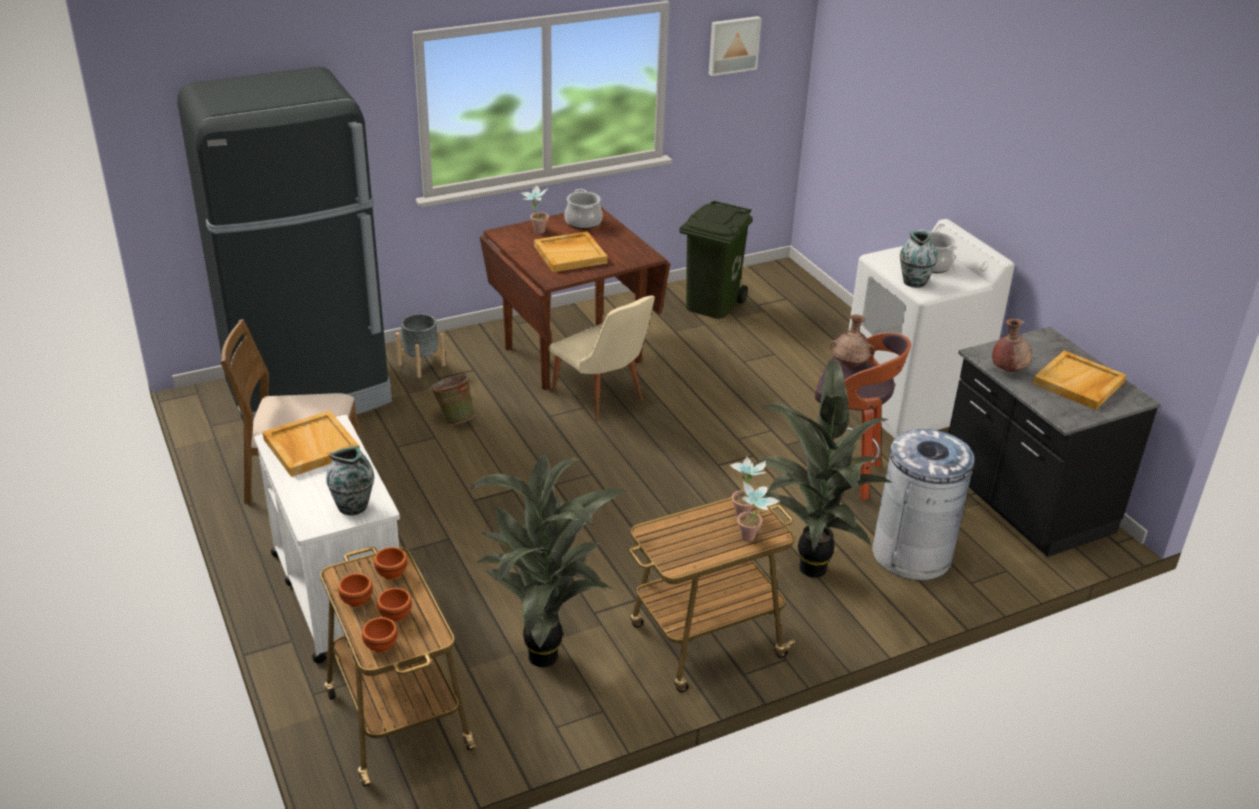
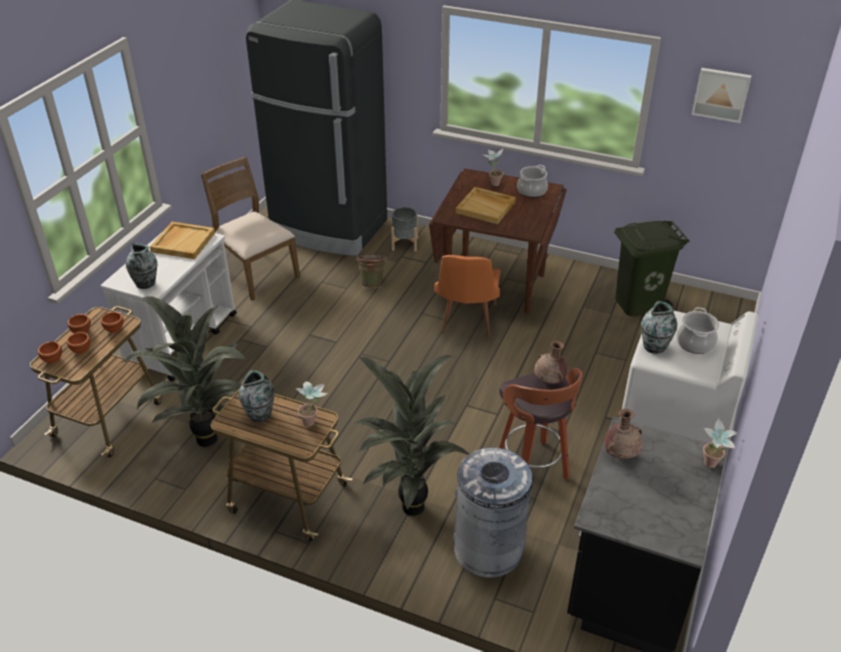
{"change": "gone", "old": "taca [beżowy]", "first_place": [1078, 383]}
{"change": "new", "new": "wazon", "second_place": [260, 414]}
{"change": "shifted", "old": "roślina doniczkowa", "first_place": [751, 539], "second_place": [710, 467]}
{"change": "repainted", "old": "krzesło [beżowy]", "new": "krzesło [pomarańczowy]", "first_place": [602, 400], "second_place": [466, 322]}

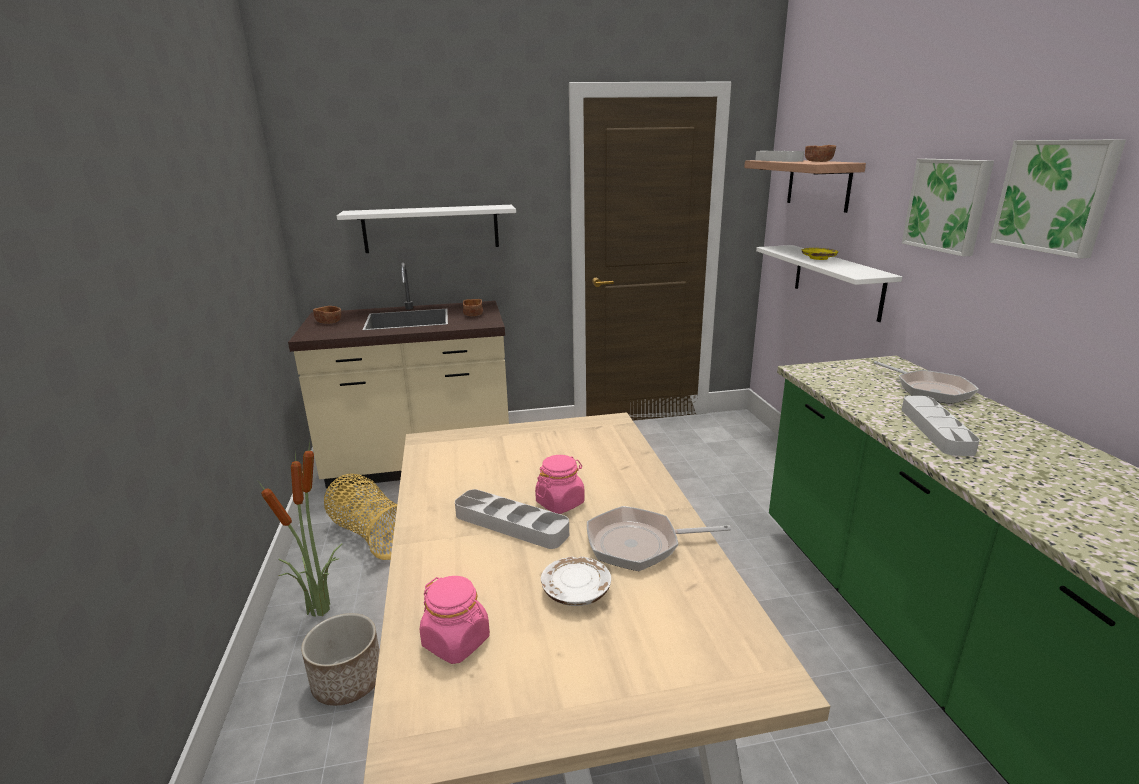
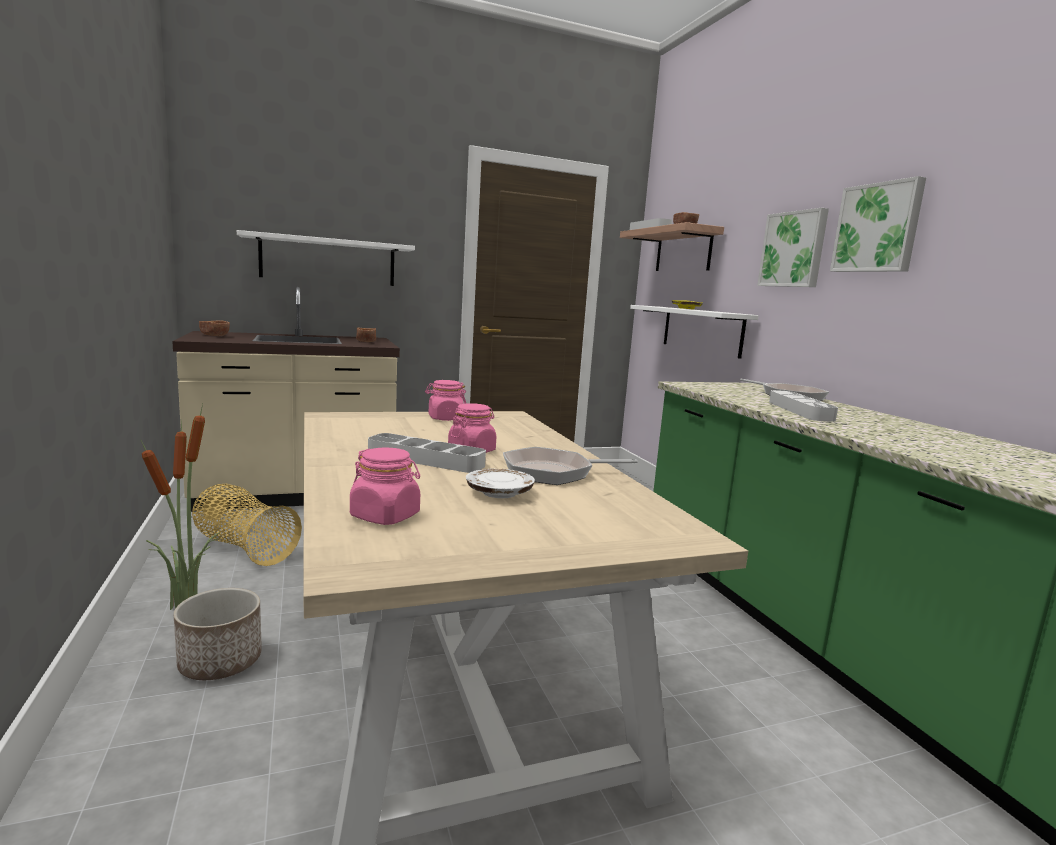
{"change": "new", "new": "słoik [różowy]", "second_place": [445, 418]}

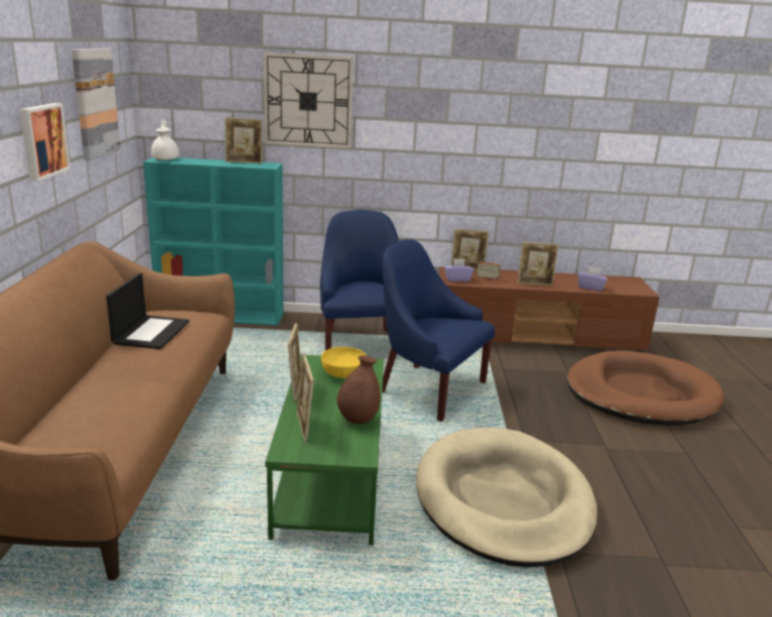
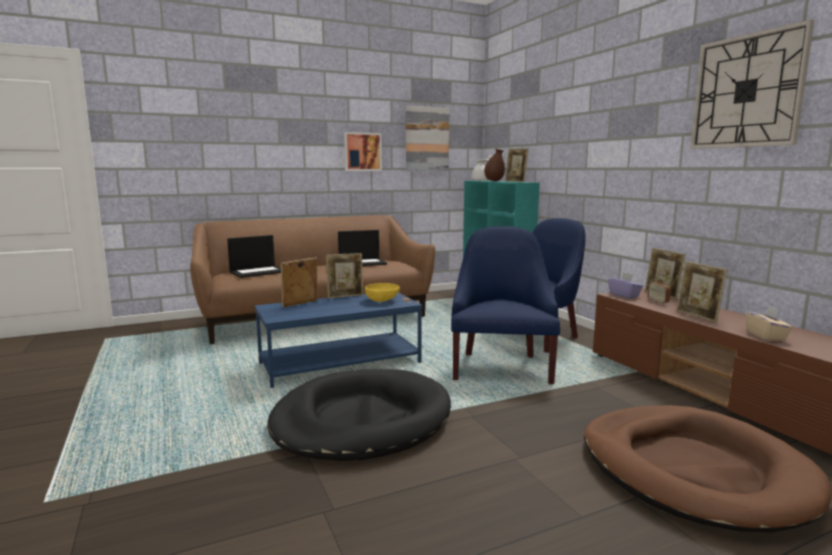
{"change": "new", "new": "laptop", "second_place": [258, 272]}
{"change": "shifted", "old": "zegar ścienny", "first_place": [308, 101], "second_place": [746, 91]}
{"change": "shifted", "old": "wazon [brązowy]", "first_place": [358, 419], "second_place": [494, 181]}
{"change": "repainted", "old": "ława [zielony]", "new": "ława [niebieski]", "first_place": [330, 473], "second_place": [340, 363]}
{"change": "repainted", "old": "legowisko [beżowy]", "new": "legowisko [czarny]", "first_place": [503, 500], "second_place": [361, 420]}
{"change": "repainted", "old": "pudełko chusteczek [fioletowy]", "new": "pudełko chusteczek [beżowy]", "first_place": [591, 287], "second_place": [766, 336]}

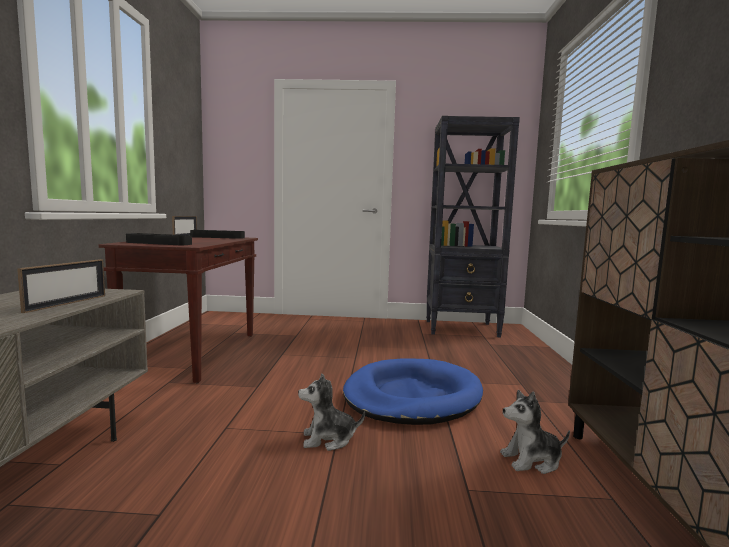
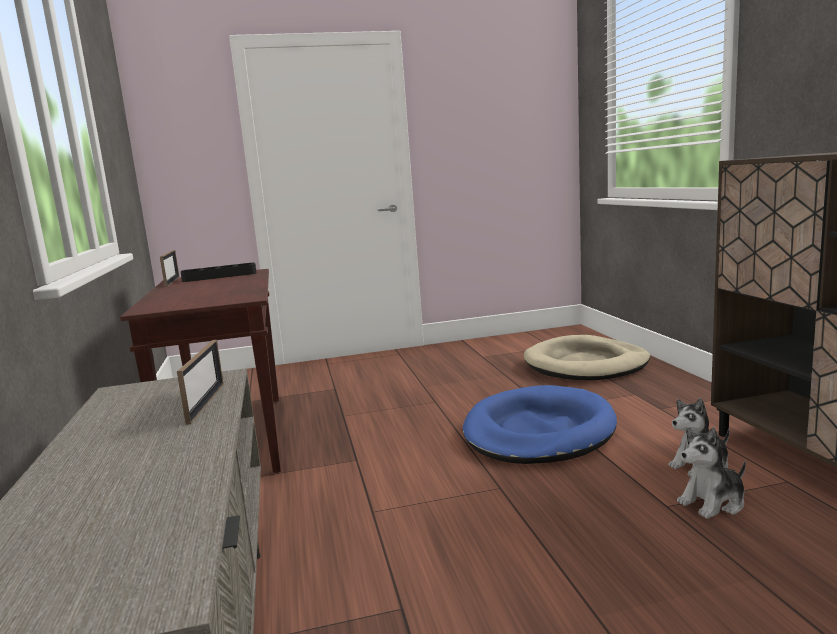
{"change": "gone", "old": "taca [czarny]", "first_place": [159, 243]}
{"change": "gone", "old": "regał [czarny]", "first_place": [462, 329]}
{"change": "new", "new": "legowisko [beżowy]", "second_place": [586, 364]}
{"change": "shifted", "old": "pluszak", "first_place": [328, 439], "second_place": [713, 503]}

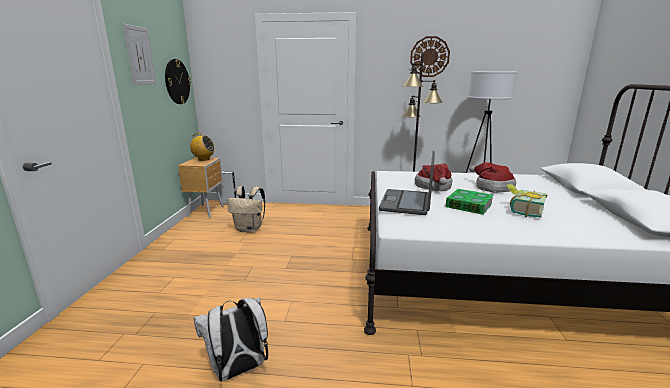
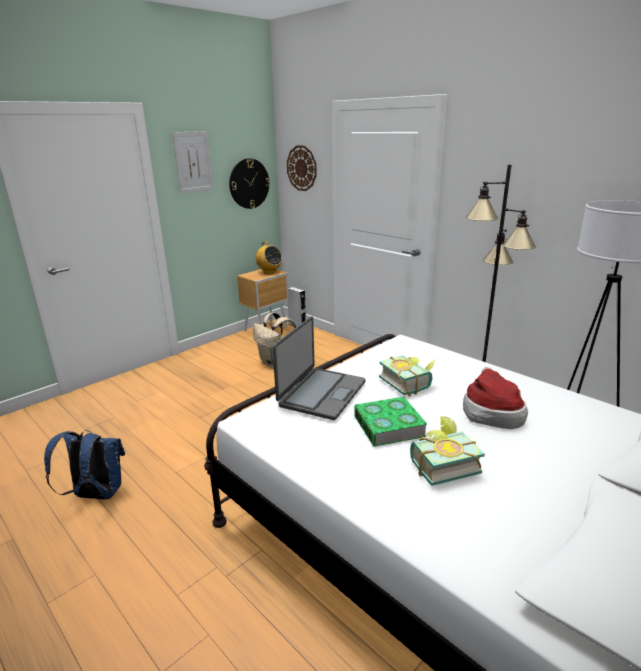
{"change": "shifted", "old": "zegar ścienny", "first_place": [429, 57], "second_place": [301, 168]}
{"change": "swapped", "old": "kapelusz", "new": "książka", "first_place": [434, 187], "second_place": [408, 383]}
{"change": "repainted", "old": "plecak [biały]", "new": "plecak [niebieski]", "first_place": [238, 370], "second_place": [96, 495]}
{"change": "rotated", "old": "laptop", "first_place": [407, 203], "second_place": [321, 393], "degrees": 150}

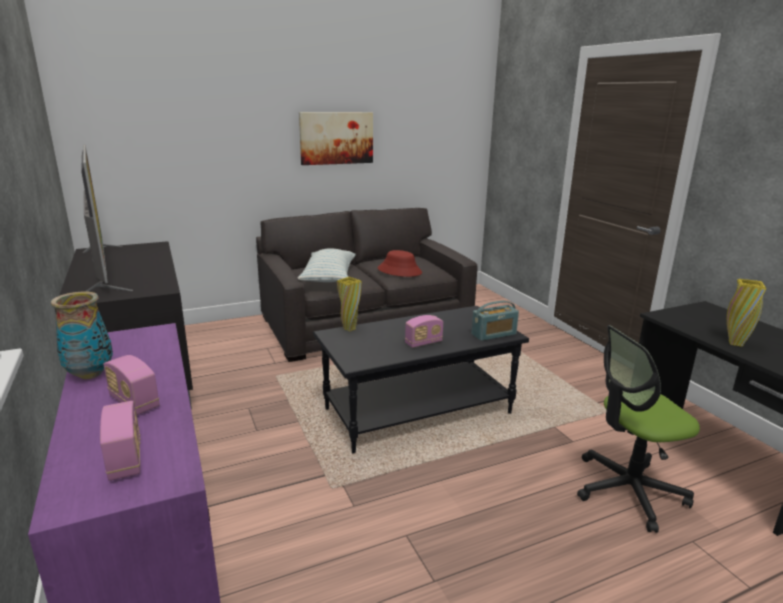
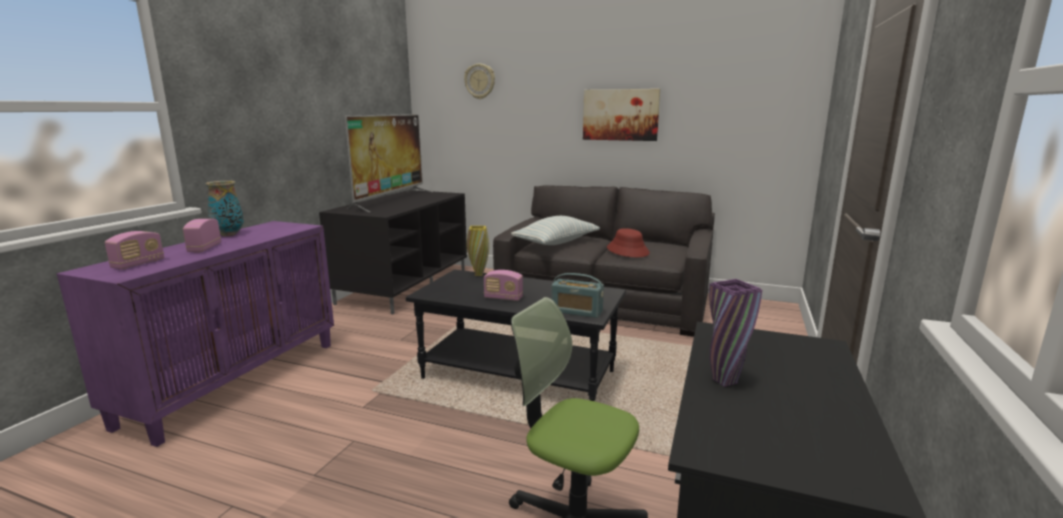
{"change": "new", "new": "zegar ścienny", "second_place": [480, 81]}
{"change": "repainted", "old": "wazon [żółty]", "new": "wazon [fioletowy]", "first_place": [735, 343], "second_place": [724, 381]}

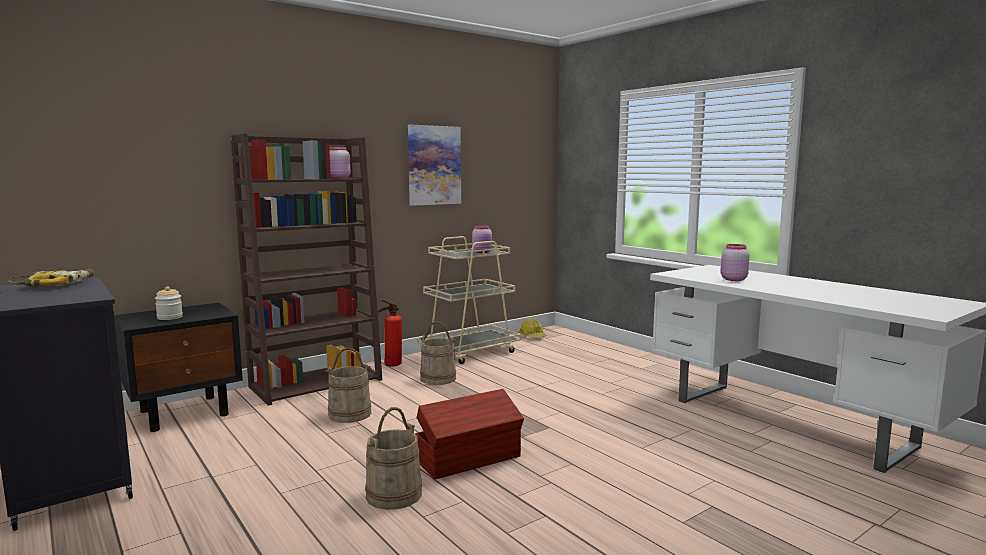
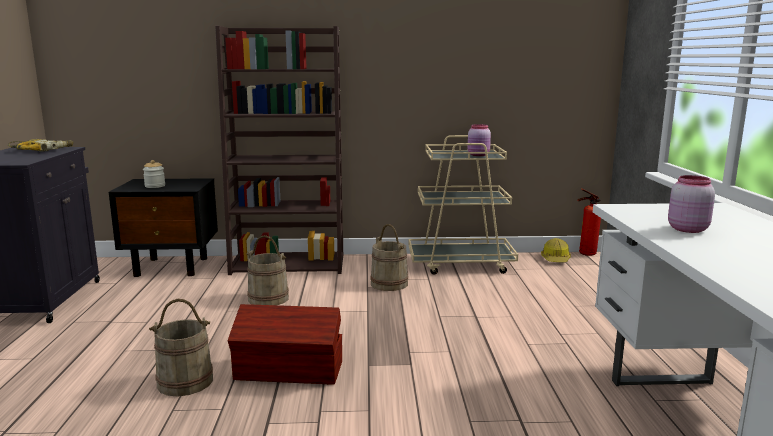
{"change": "gone", "old": "słoik [różowy]", "first_place": [338, 178]}
{"change": "gone", "old": "obraz", "first_place": [434, 165]}
{"change": "shifted", "old": "gaśnica", "first_place": [390, 365], "second_place": [584, 254]}

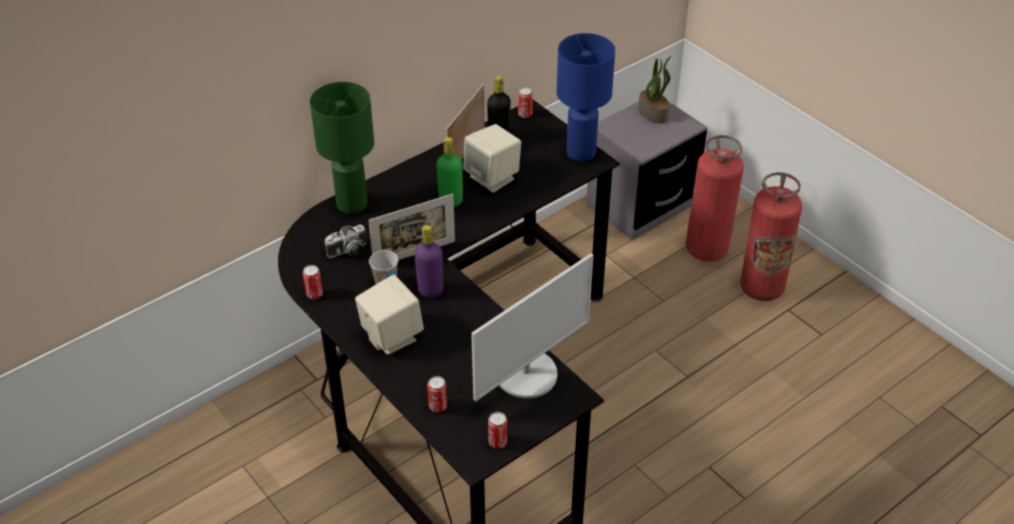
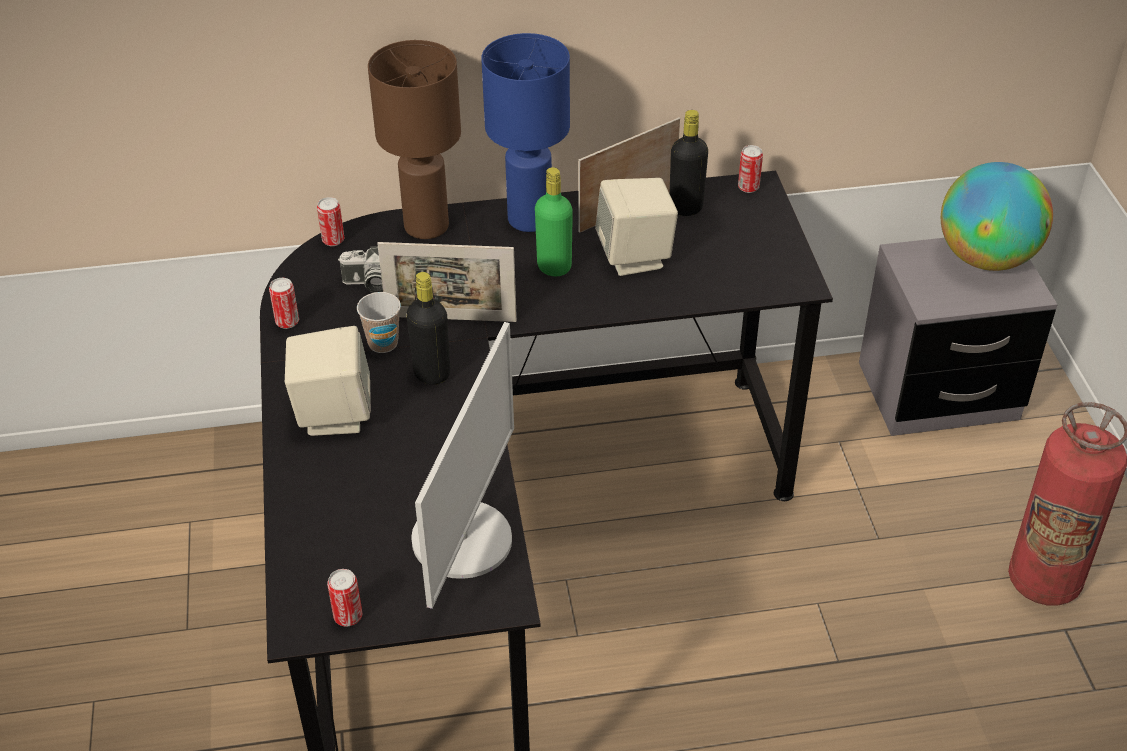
{"change": "gone", "old": "gaśnica", "first_place": [706, 249]}
{"change": "shifted", "old": "puszka", "first_place": [438, 406], "second_place": [333, 240]}
{"change": "shifted", "old": "lampa stołowa [niebieski]", "first_place": [580, 153], "second_place": [528, 220]}
{"change": "swapped", "old": "roślina doniczkowa", "new": "globus", "first_place": [653, 113], "second_place": [986, 258]}
{"change": "repainted", "old": "lampa stołowa [zielony]", "new": "lampa stołowa [brązowy]", "first_place": [352, 205], "second_place": [426, 227]}
{"change": "repainted", "old": "butelka [fioletowy]", "new": "butelka [czarny]", "first_place": [430, 290], "second_place": [432, 373]}
{"change": "rotated", "old": "monitor", "first_place": [527, 374], "second_place": [463, 540], "degrees": -60}

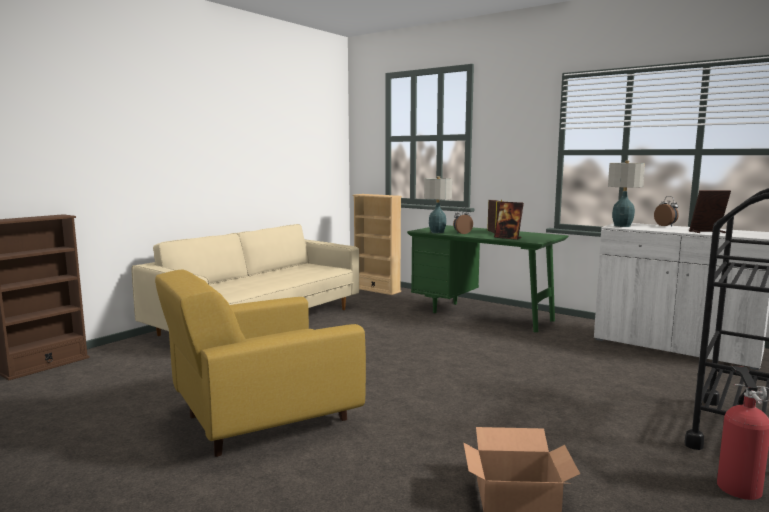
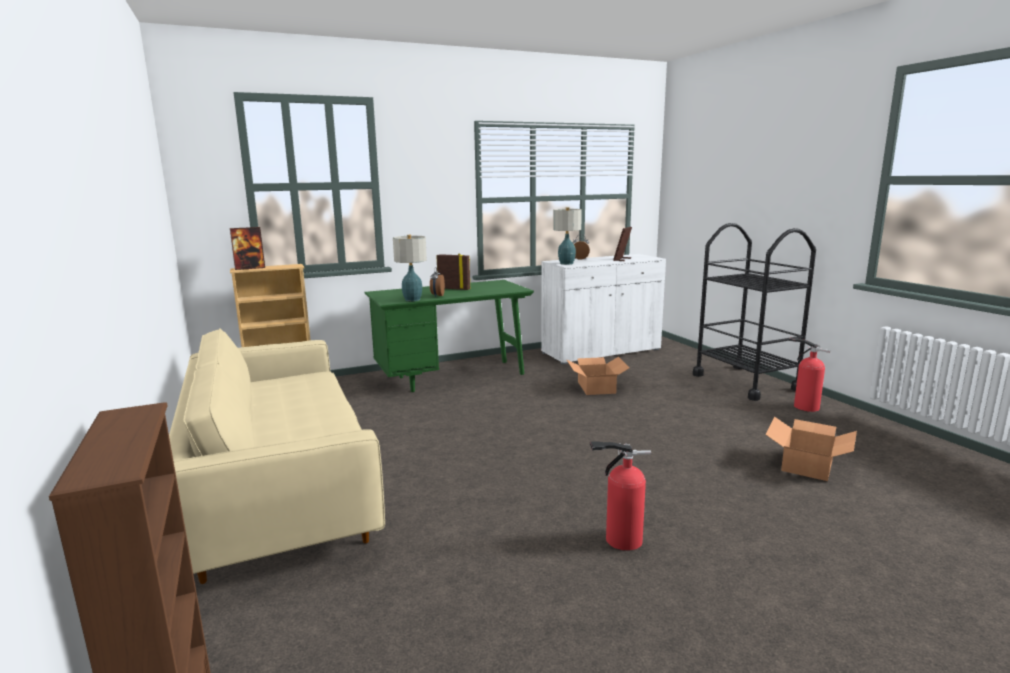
{"change": "new", "new": "karton", "second_place": [596, 387]}
{"change": "shifted", "old": "ramka na zdjęcie", "first_place": [508, 238], "second_place": [250, 268]}
{"change": "swapped", "old": "fotel [żółty]", "new": "gaśnica", "first_place": [262, 419], "second_place": [619, 540]}

